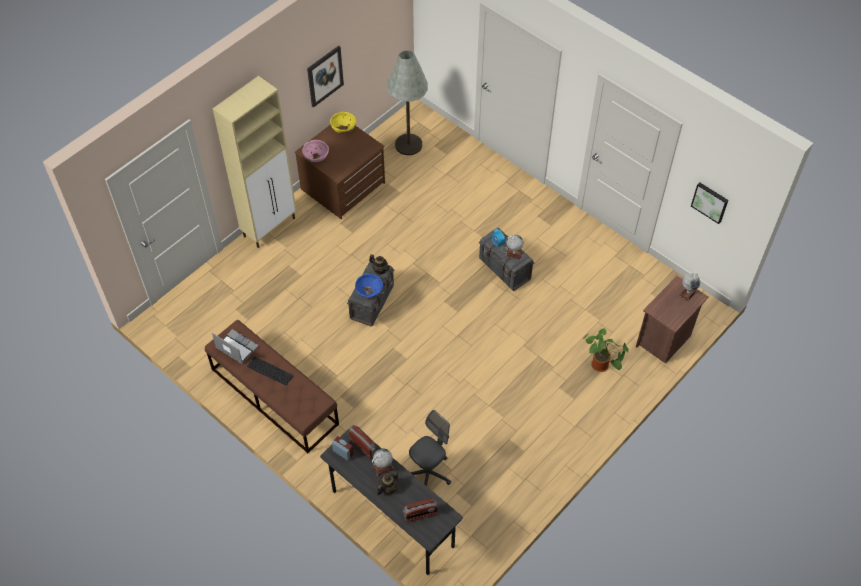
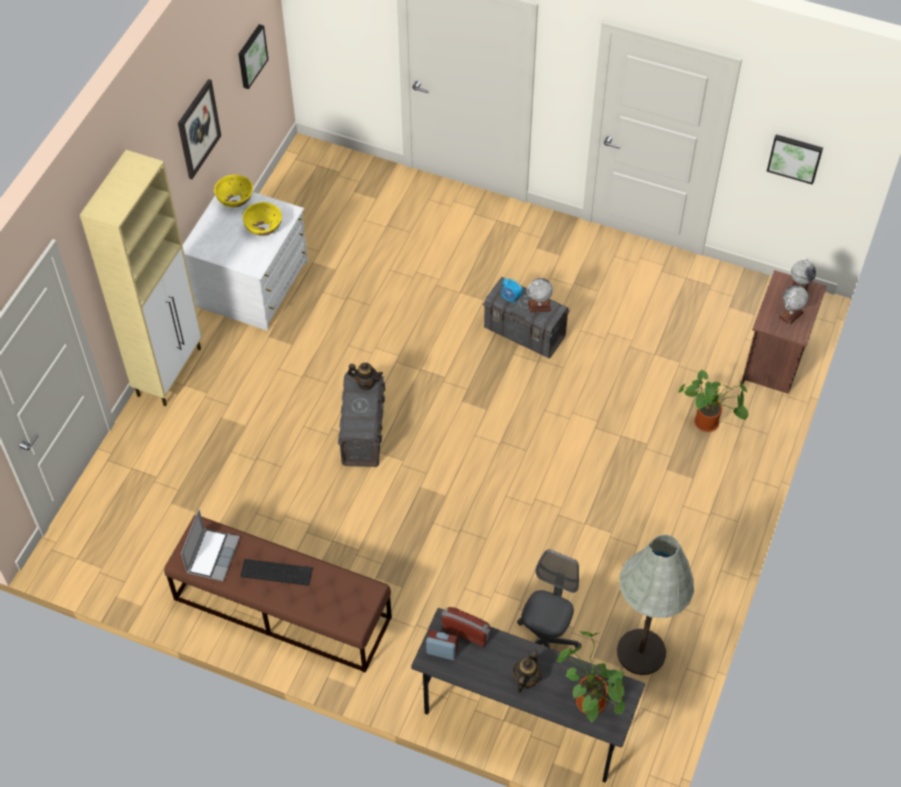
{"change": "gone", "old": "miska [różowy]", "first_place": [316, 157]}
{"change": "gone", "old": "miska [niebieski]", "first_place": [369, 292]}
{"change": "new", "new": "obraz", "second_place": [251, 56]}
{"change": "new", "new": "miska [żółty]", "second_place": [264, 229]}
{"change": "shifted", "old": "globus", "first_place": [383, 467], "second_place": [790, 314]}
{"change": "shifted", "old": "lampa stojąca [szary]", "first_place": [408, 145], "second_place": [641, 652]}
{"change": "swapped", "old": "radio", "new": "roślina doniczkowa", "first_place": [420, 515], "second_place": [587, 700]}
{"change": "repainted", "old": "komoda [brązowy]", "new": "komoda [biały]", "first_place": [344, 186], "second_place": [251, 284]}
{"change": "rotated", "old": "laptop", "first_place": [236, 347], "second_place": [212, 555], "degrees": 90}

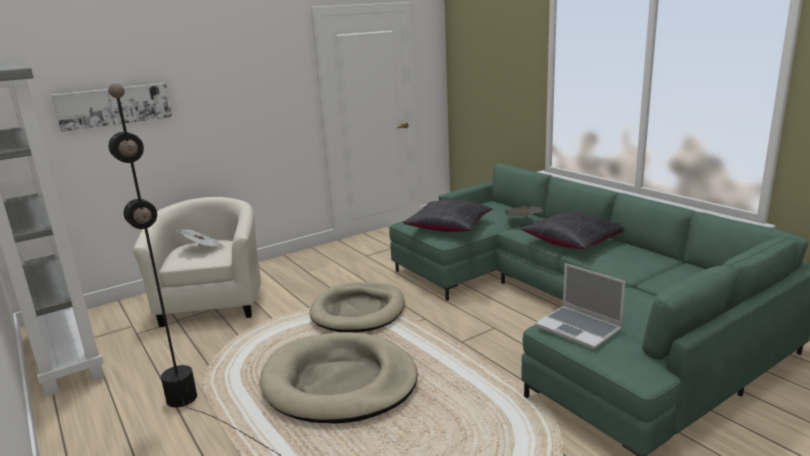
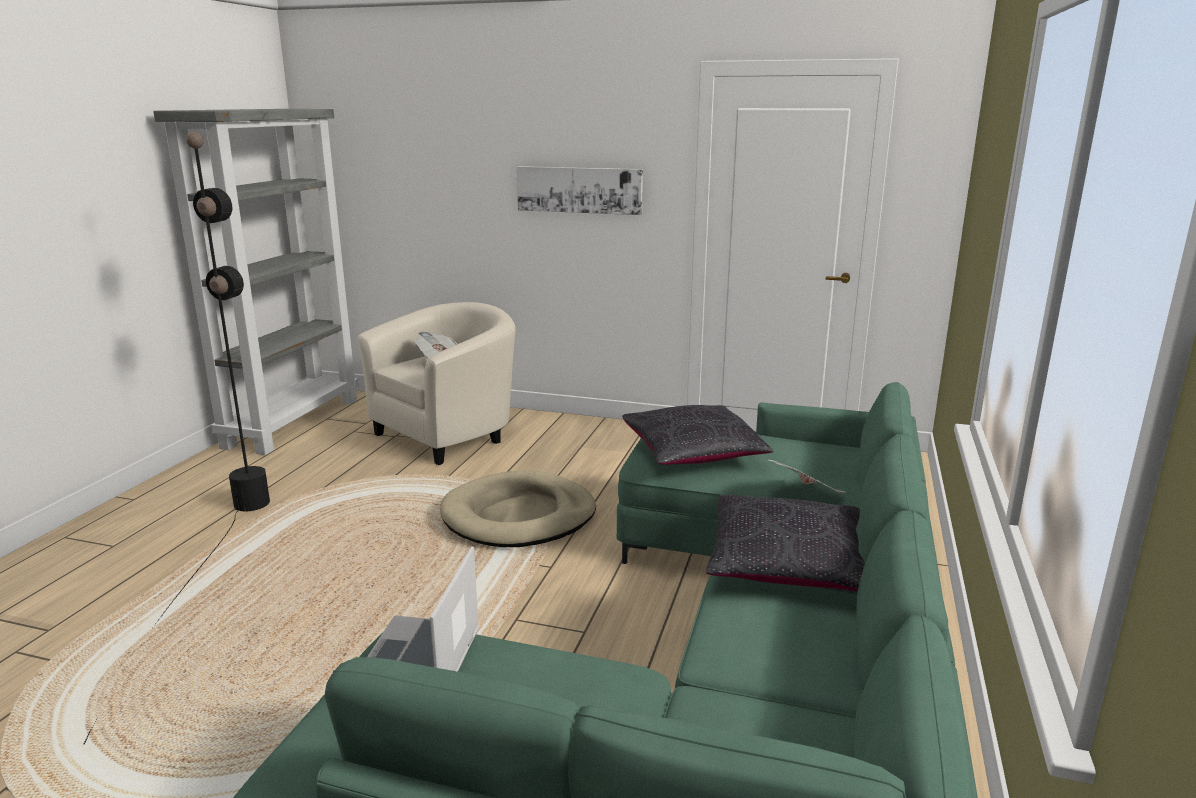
{"change": "gone", "old": "legowisko [beżowy]", "first_place": [339, 382]}
{"change": "shifted", "old": "obraz", "first_place": [114, 106], "second_place": [579, 190]}

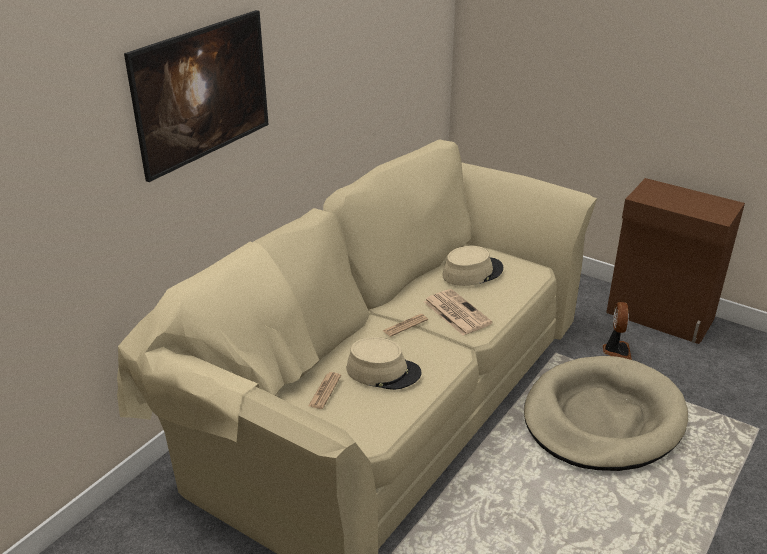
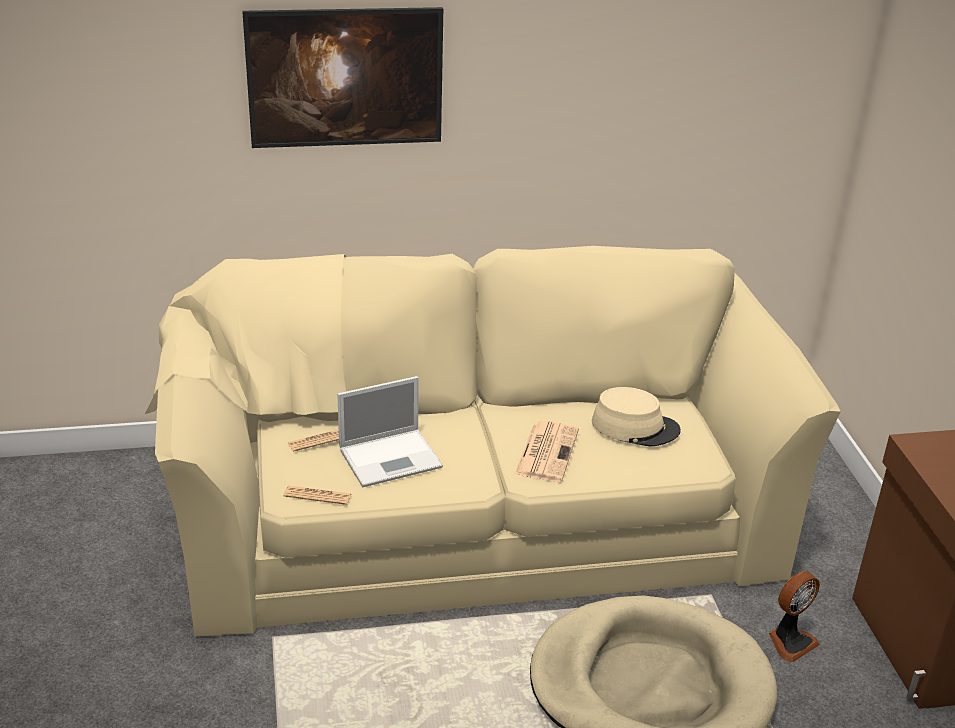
{"change": "shifted", "old": "gazeta", "first_place": [405, 325], "second_place": [317, 495]}
{"change": "swapped", "old": "kapelusz [beżowy]", "new": "laptop", "first_place": [383, 371], "second_place": [392, 457]}

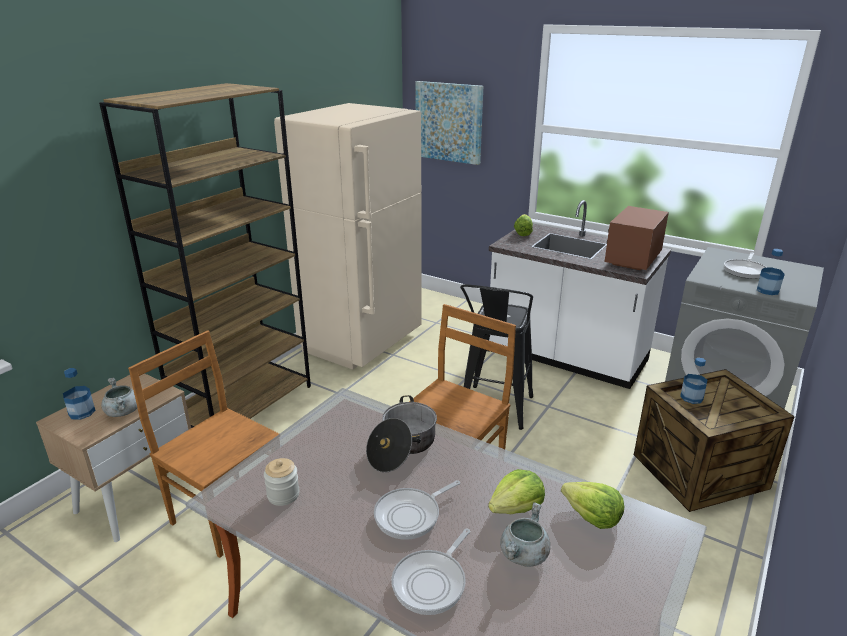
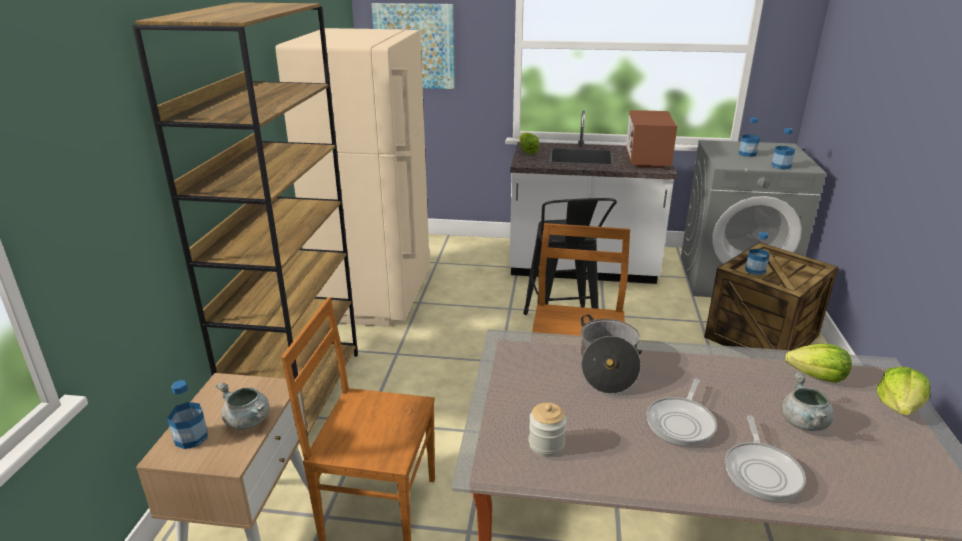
{"change": "shifted", "old": "sałata", "first_place": [516, 507], "second_place": [899, 406]}
{"change": "swapped", "old": "patelnia", "new": "butelka", "first_place": [745, 270], "second_place": [747, 154]}

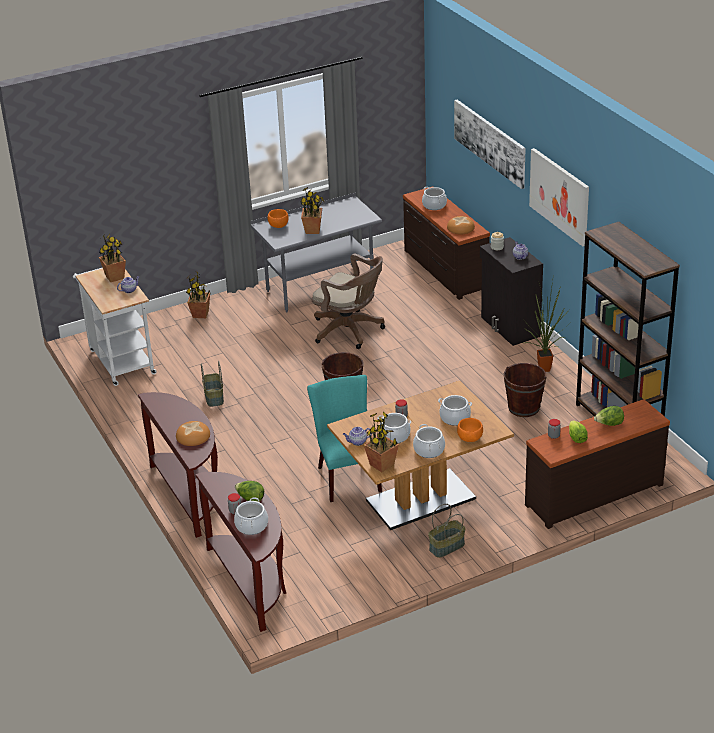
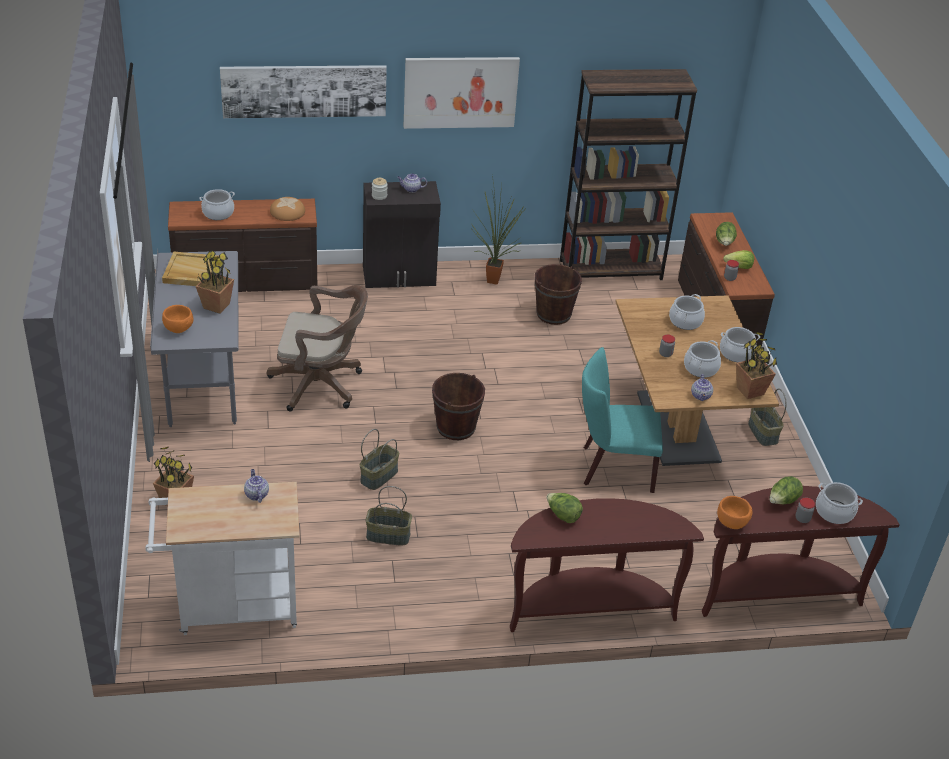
{"change": "gone", "old": "roślina doniczkowa", "first_place": [114, 277]}
{"change": "gone", "old": "chleb", "first_place": [193, 436]}
{"change": "new", "new": "taca [beżowy]", "second_place": [190, 272]}
{"change": "new", "new": "koszyk", "second_place": [379, 475]}
{"change": "new", "new": "sałata", "second_place": [563, 516]}
{"change": "shifted", "old": "miska [pomarańczowy]", "first_place": [469, 439], "second_place": [731, 523]}
{"change": "rotated", "old": "krzesło biurowe [brązowy]", "first_place": [350, 331], "second_place": [321, 385], "degrees": 45}

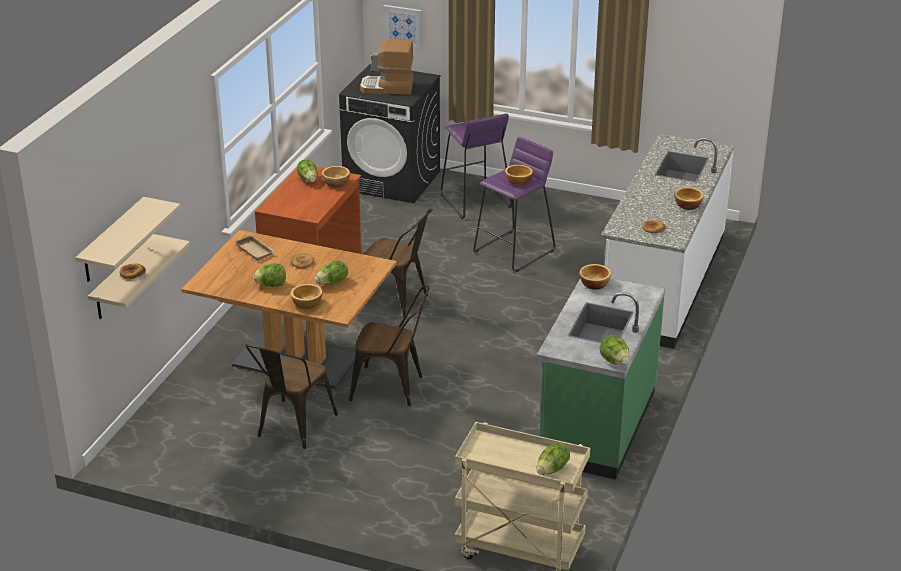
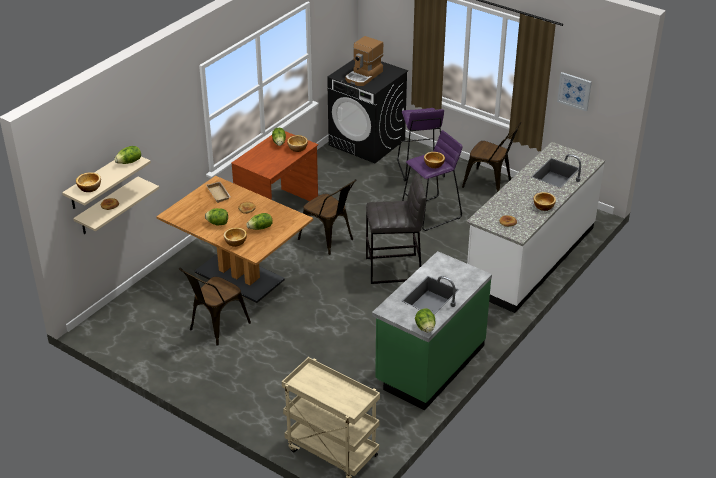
{"change": "new", "new": "stołek [szary]", "second_place": [394, 269]}
{"change": "shifted", "old": "krzesło [brązowy]", "first_place": [393, 388], "second_place": [491, 184]}
{"change": "shifted", "old": "obraz", "first_place": [403, 26], "second_place": [574, 91]}
{"change": "shifted", "old": "sałata", "first_place": [552, 469], "second_place": [129, 162]}
{"change": "shifted", "old": "miska", "first_place": [594, 283], "second_place": [90, 187]}
{"change": "rotated", "old": "ekspres do kawy", "first_place": [387, 88], "second_place": [364, 76], "degrees": -75}

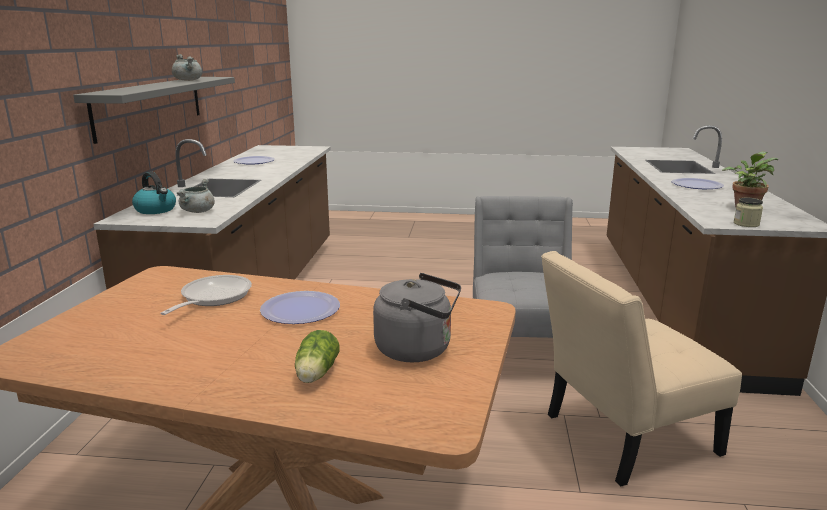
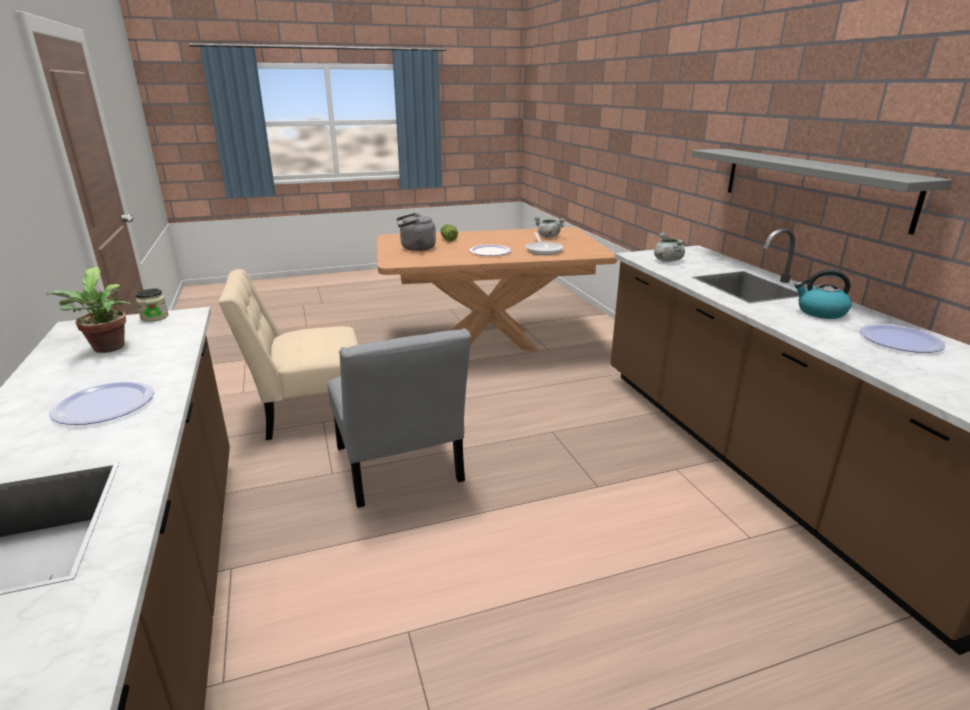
{"change": "shifted", "old": "czajnik", "first_place": [156, 210], "second_place": [820, 312]}
{"change": "shifted", "old": "garnek [szary]", "first_place": [188, 80], "second_place": [548, 236]}
{"change": "rotated", "old": "krzesło [beżowy]", "first_place": [622, 436], "second_place": [308, 411], "degrees": -150}

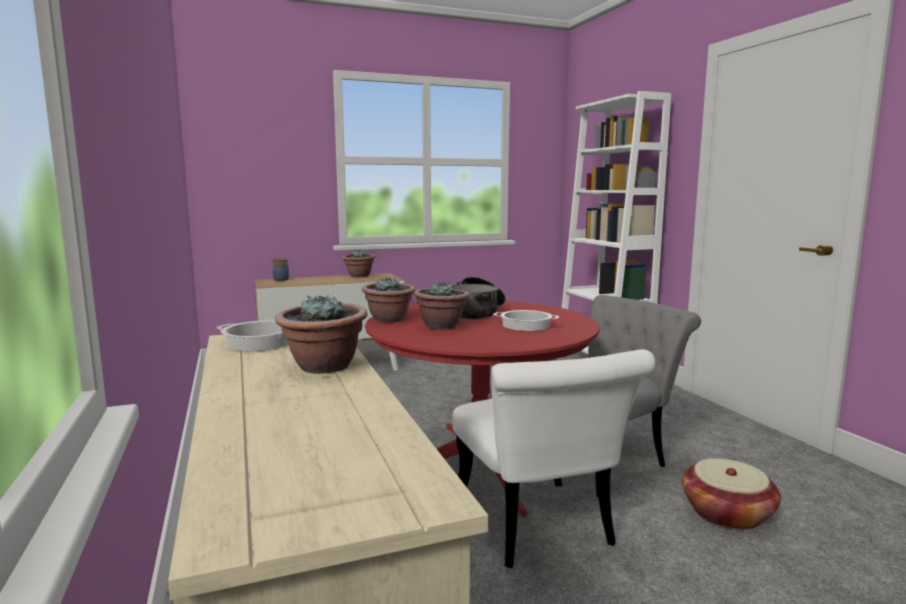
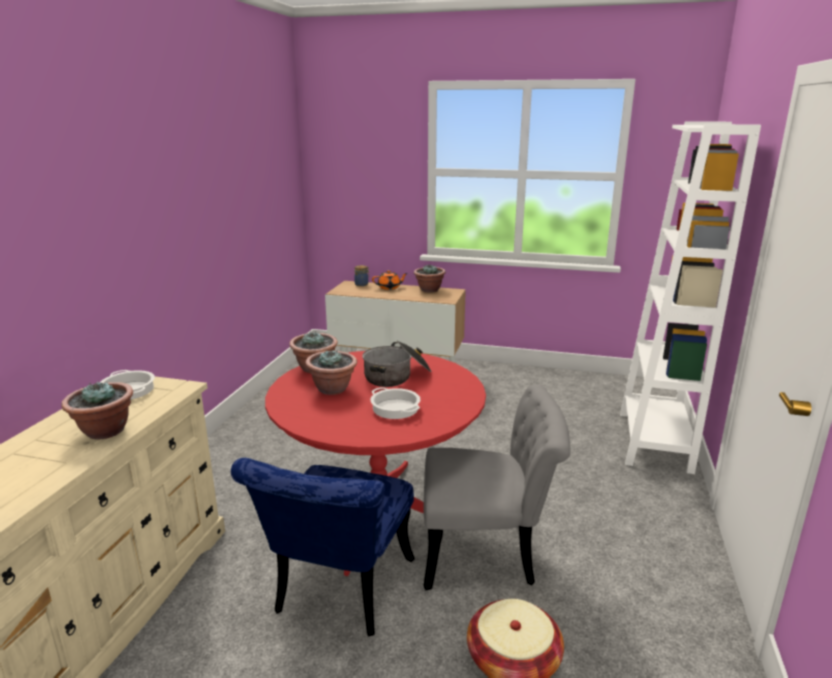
{"change": "new", "new": "imbryk [pomarańczowy]", "second_place": [389, 287]}
{"change": "repainted", "old": "krzesło [biały]", "new": "krzesło [niebieski]", "first_place": [539, 530], "second_place": [338, 593]}

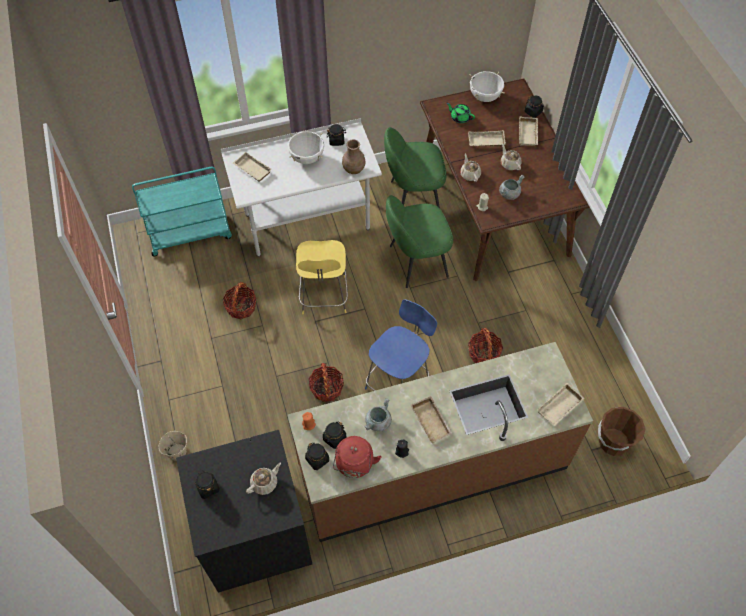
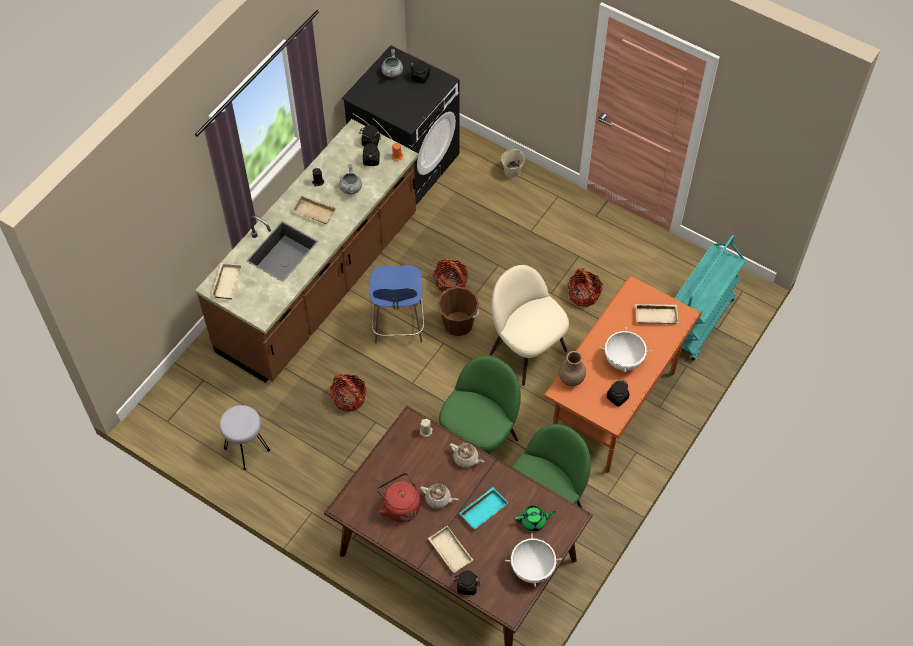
{"change": "gone", "old": "imbryk [beżowy]", "first_place": [265, 483]}
{"change": "new", "new": "stołek [szary]", "second_place": [247, 448]}
{"change": "shifted", "old": "czajnik [czerwony]", "first_place": [354, 465], "second_place": [400, 506]}
{"change": "shifted", "old": "garnek [szary]", "first_place": [509, 194], "second_place": [392, 72]}
{"change": "shifted", "old": "wiadro [brązowy]", "first_place": [613, 442], "second_place": [458, 324]}
{"change": "swapped", "old": "stołek [żółty]", "new": "krzesło [beżowy]", "first_place": [324, 297], "second_place": [526, 350]}
{"change": "repainted", "old": "biurko [biały]", "new": "biurko [pomarańczowy]", "first_place": [307, 222], "second_place": [614, 407]}
{"change": "repainted", "old": "taca [beżowy]", "new": "taca [turkusowy]", "first_place": [485, 142], "second_place": [483, 509]}

